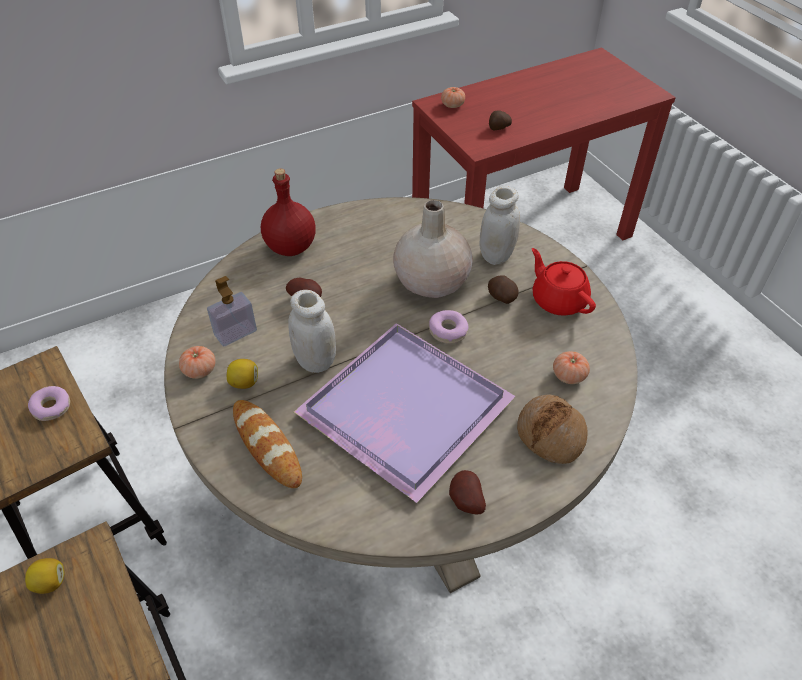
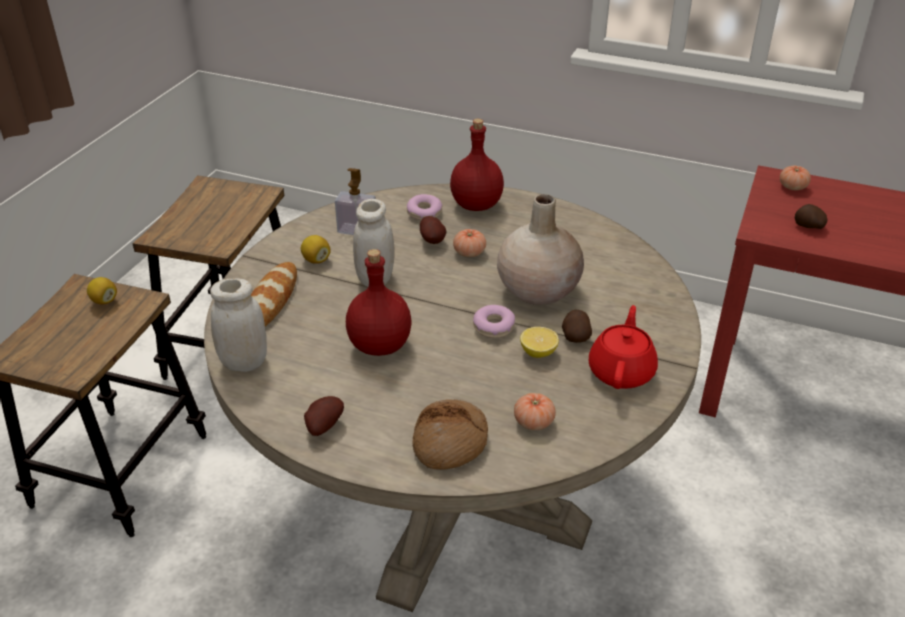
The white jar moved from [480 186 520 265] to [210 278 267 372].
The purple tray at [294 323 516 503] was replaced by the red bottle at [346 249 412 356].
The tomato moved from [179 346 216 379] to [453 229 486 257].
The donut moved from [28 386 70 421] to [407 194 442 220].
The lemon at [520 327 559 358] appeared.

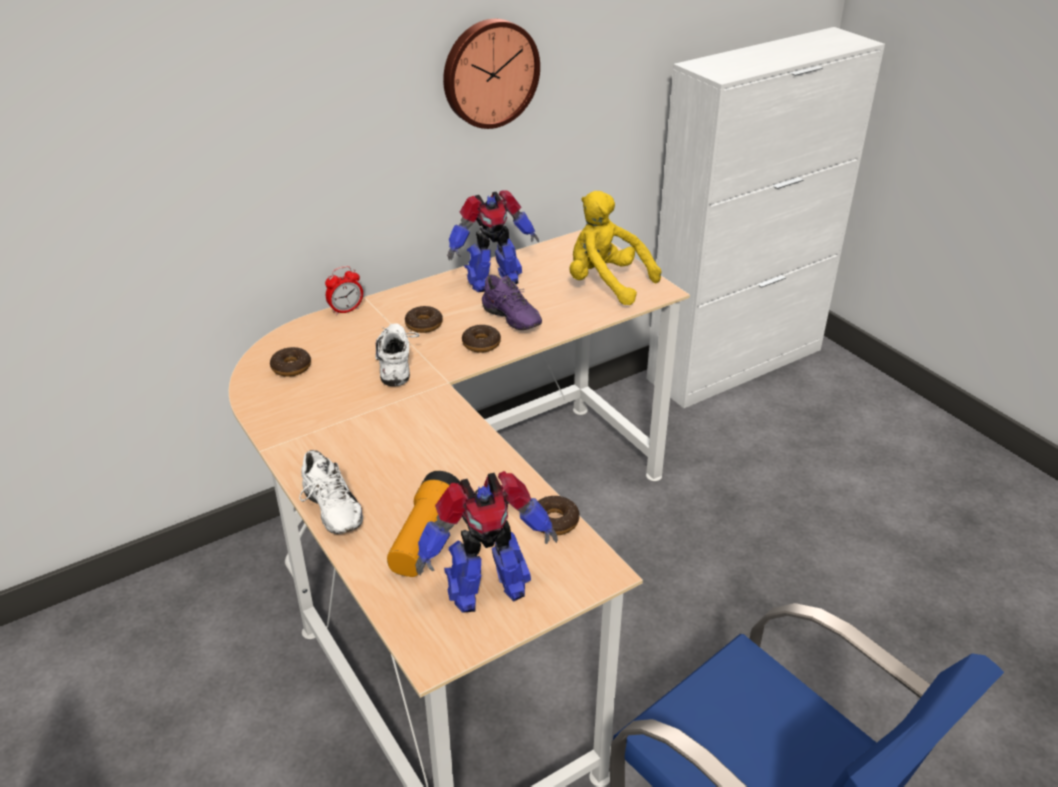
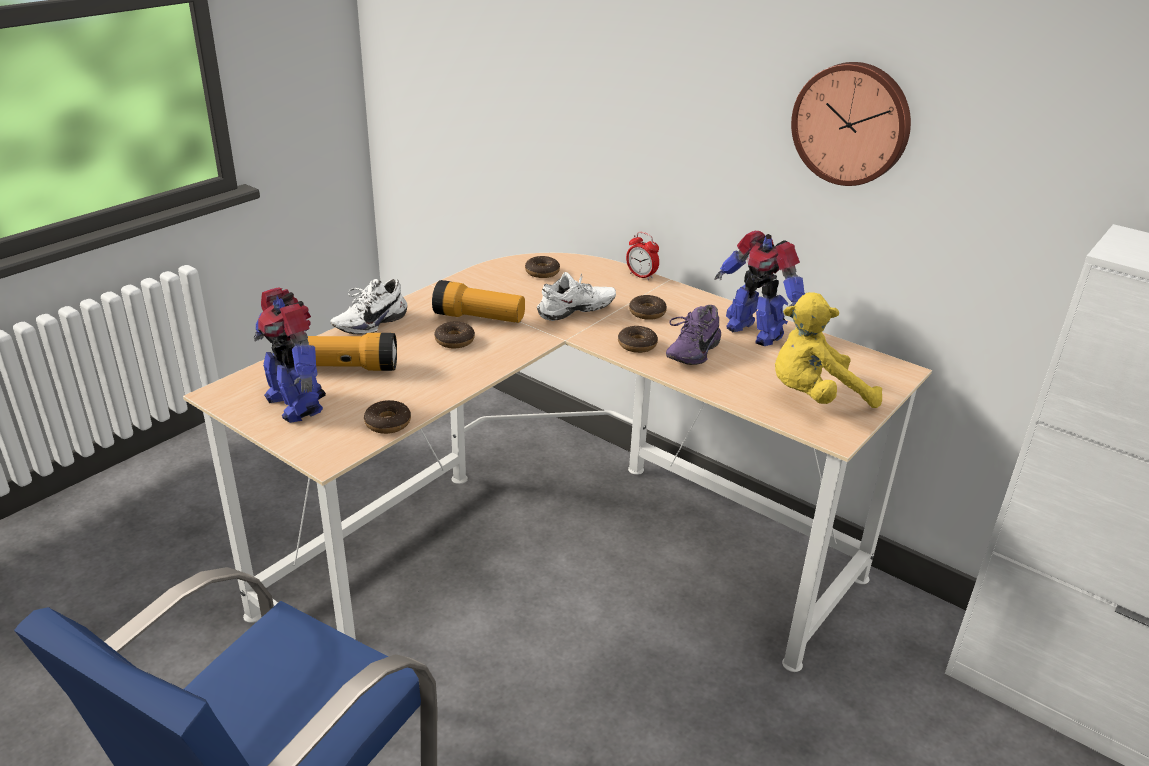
The yellow plush toy at [569 191 661 305] turned 120 degrees counterclockwise.
The flashlight at [432 280 525 323] appeared.
The donut at [434 321 475 348] appeared.

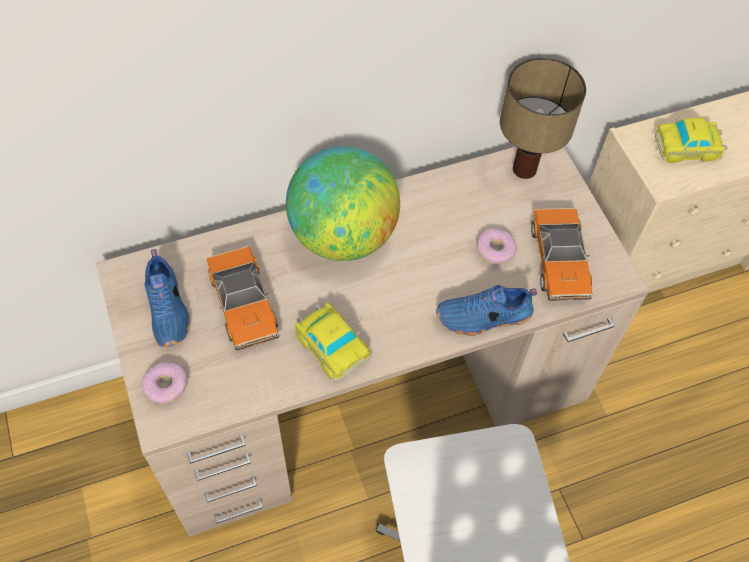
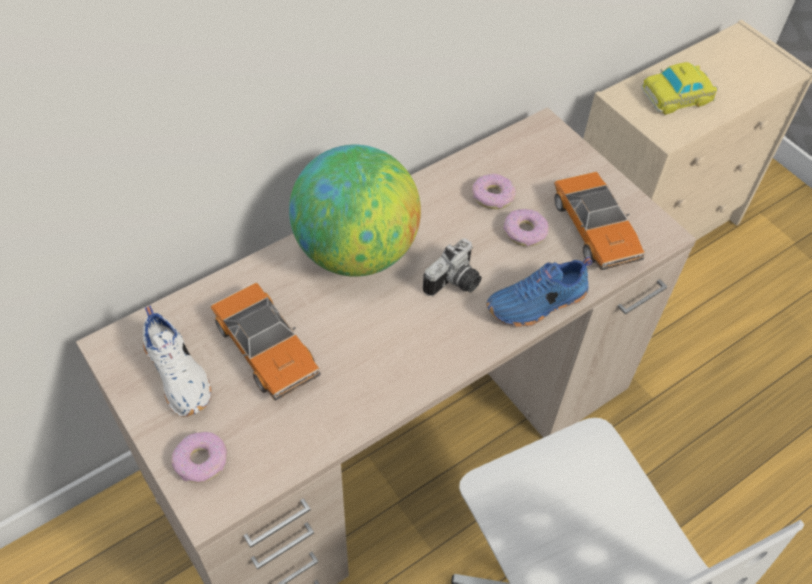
The table lamp at [500 57 586 179] disappeared.
The blue shoe at [145 249 190 347] became the white shoe at [143 306 211 417].
The toy car at [294 303 371 381] disappeared.
The donut at [472 174 516 209] appeared.
The photo camera at [423 239 482 296] appeared.

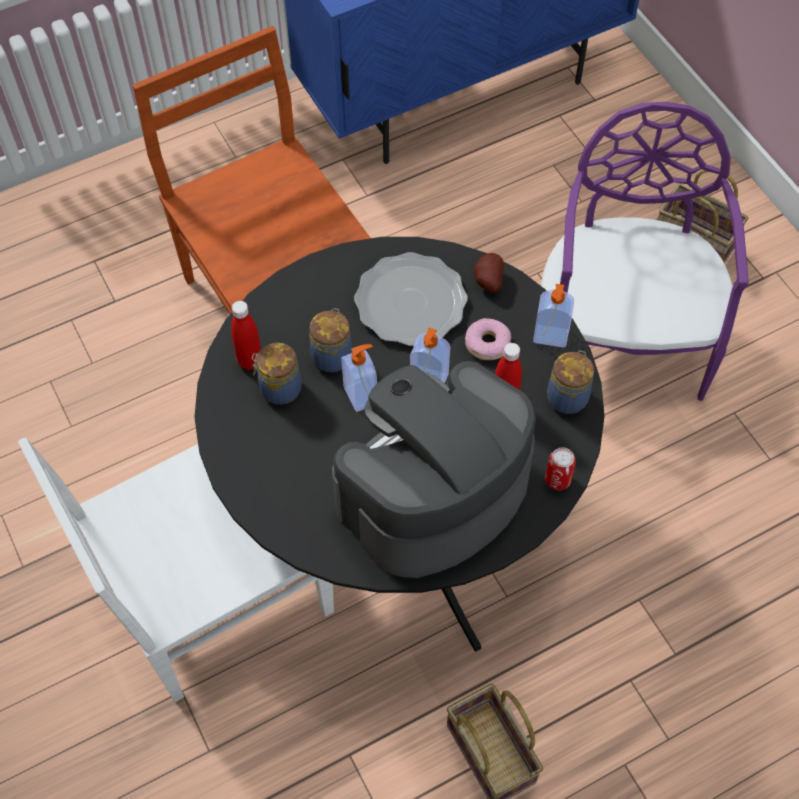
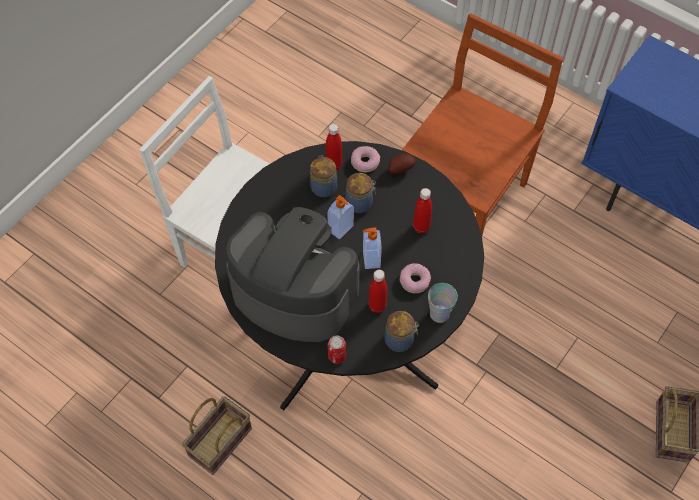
The purple chair at [541 102 749 401] disappeared.
The plate at [354 252 468 346] was replaced by the red bottle at [413 188 432 233].
The potato moved from [474 253 504 293] to [389 154 415 174].
The soap dispenser at [533 284 574 347] was replaced by the cup at [428 283 458 323].
The donut at [351 146 380 173] appeared.

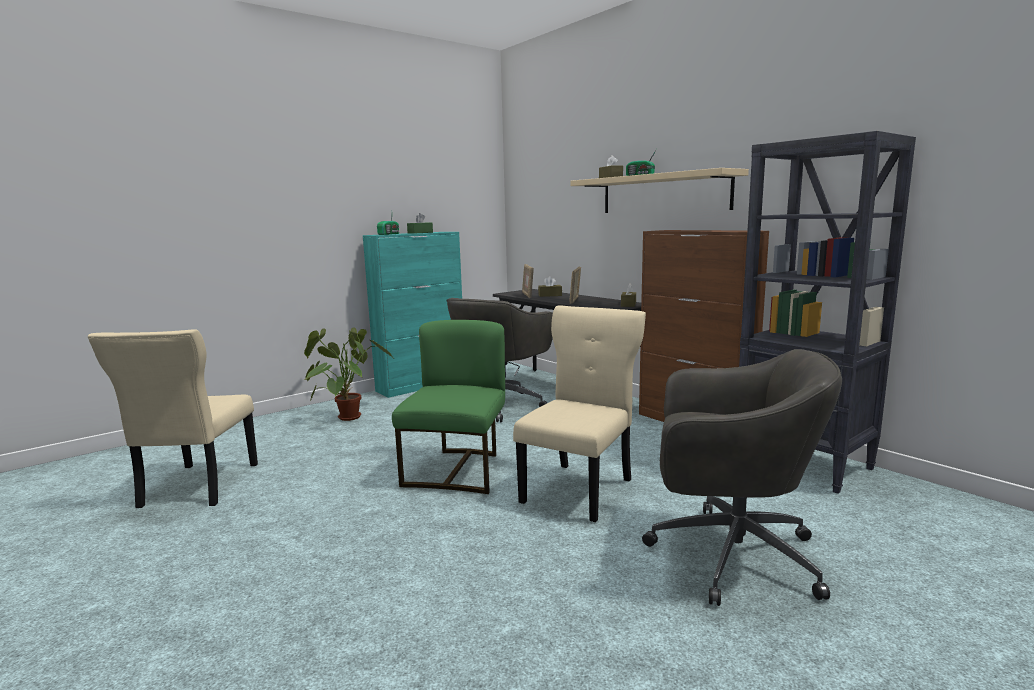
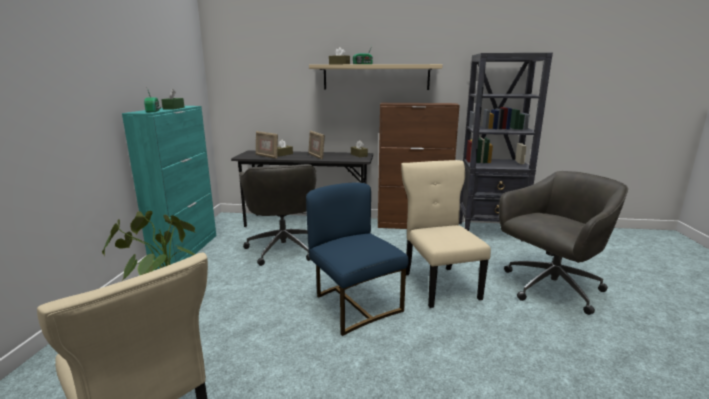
The green chair at [392 320 505 494] became the blue chair at [306 183 409 336].

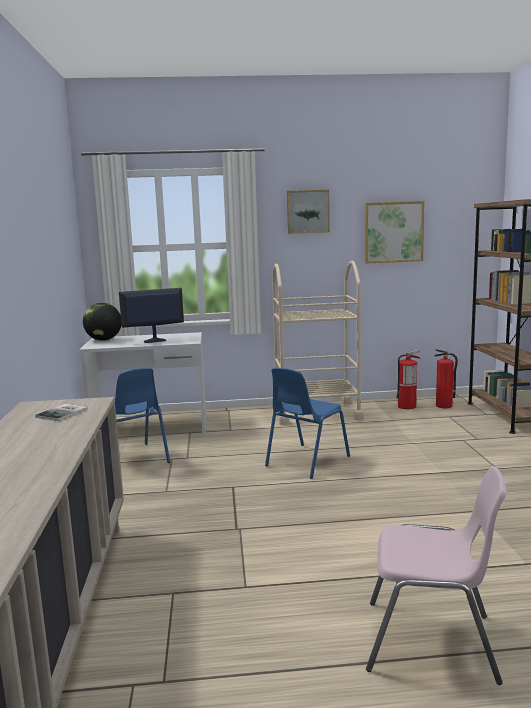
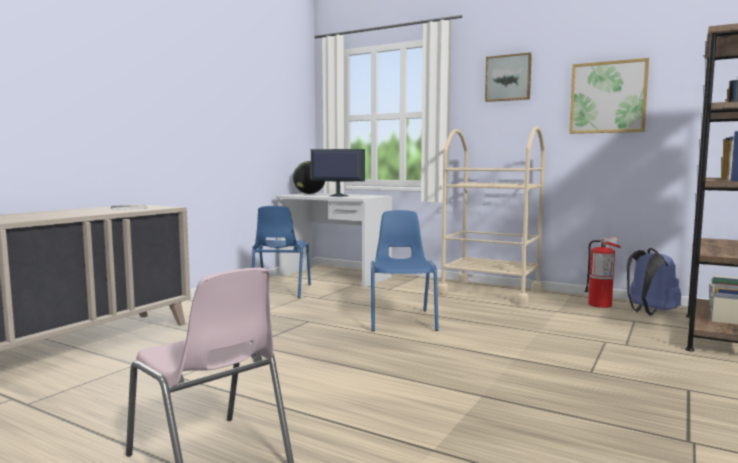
The fire extinguisher at [434 349 458 408] was replaced by the blue backpack at [627 248 681 316].
The blue chair at [265 368 350 479] turned 105 degrees clockwise.

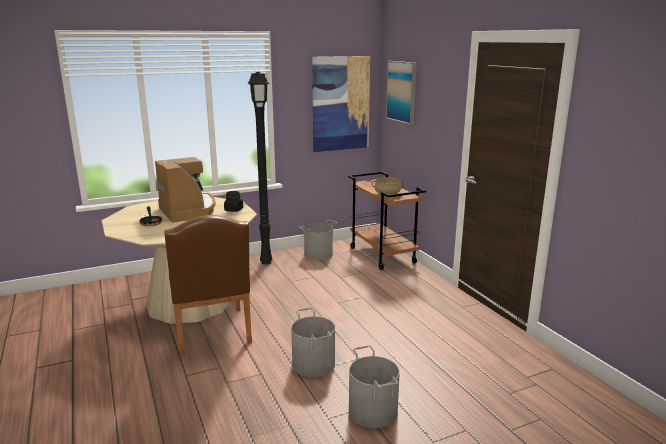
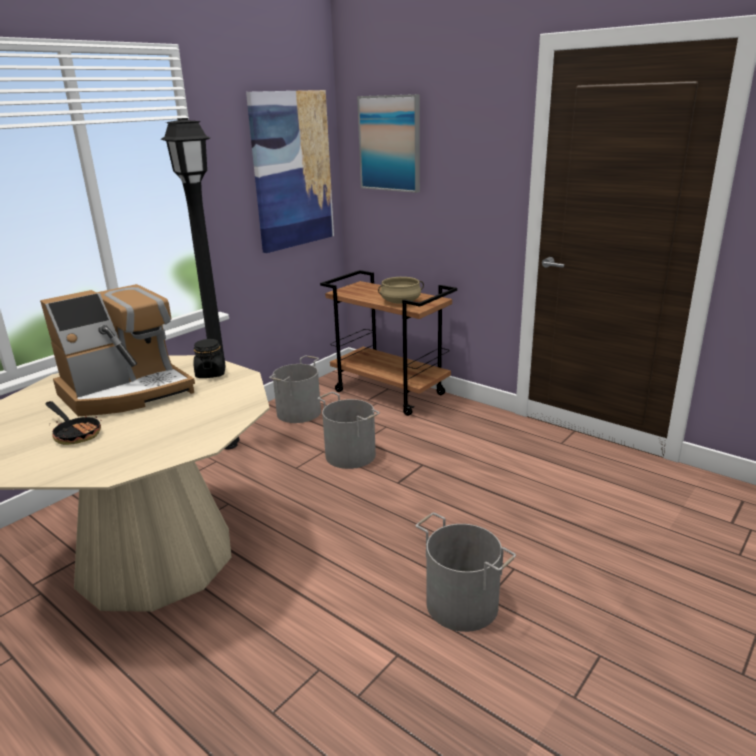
The coffee machine at [155 157 216 223] turned 105 degrees clockwise.
The brown chair at [164 215 252 356] disappeared.
The grey bucket moved from [349 345 400 429] to [317 392 380 469].

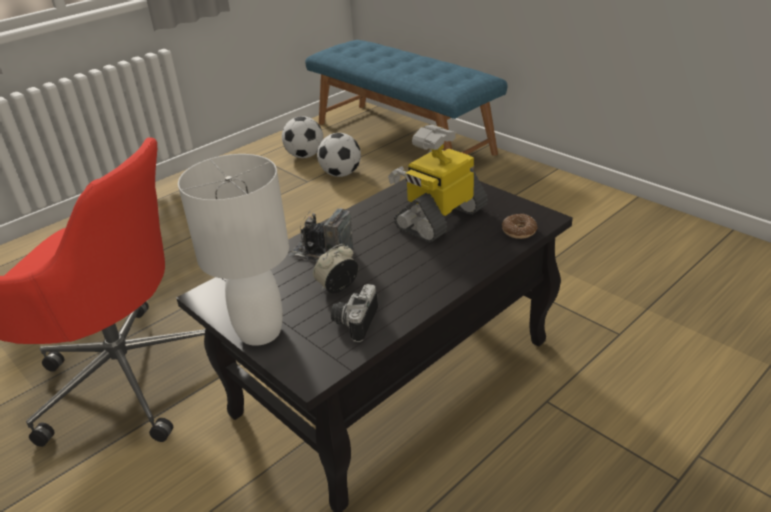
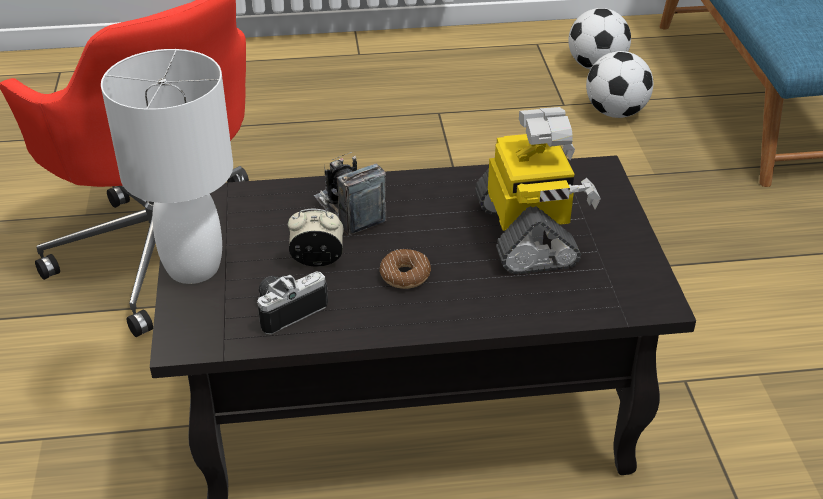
The toy robot at [388 125 488 242] turned 90 degrees clockwise.
The donut moved from [502 214 538 239] to [380 249 431 289].

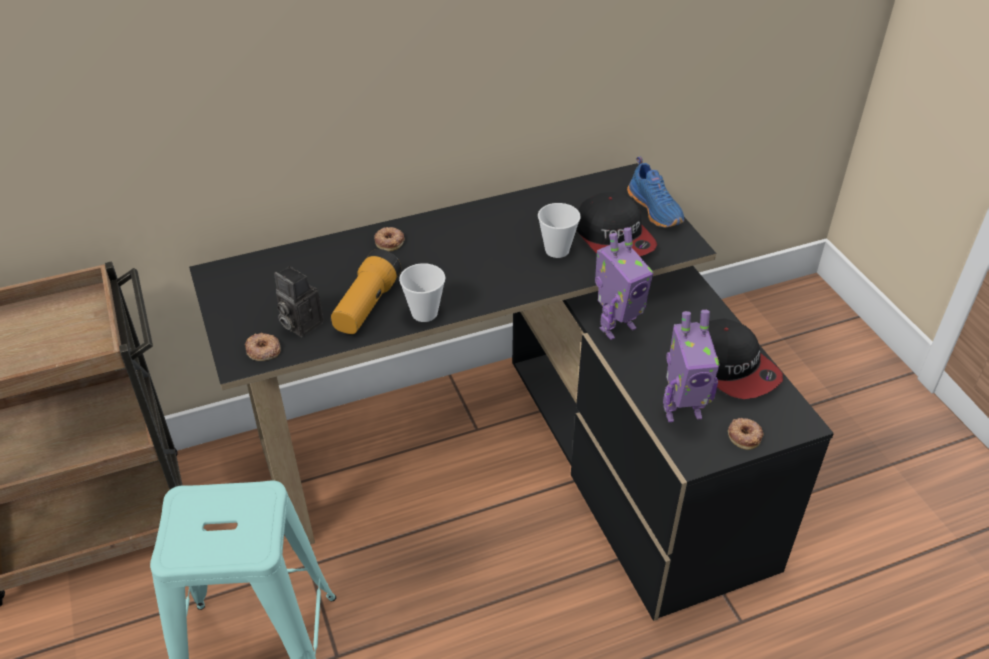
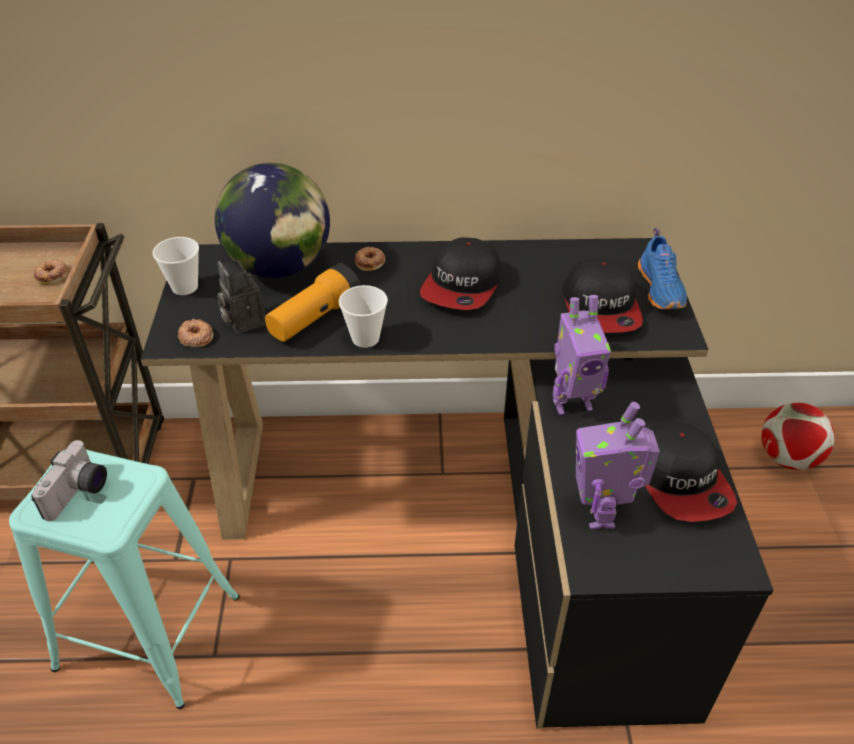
The cup moved from [538 203 581 258] to [153 237 199 295].
The toy robot at [663 310 720 422] turned 75 degrees clockwise.
The donut moved from [728 418 764 450] to [34 259 68 285].
The globe at [215 163 330 278] appeared.
The cap at [420 237 501 310] appeared.
The football at [762 403 834 470] appeared.
The photo camera at [31 440 107 522] appeared.

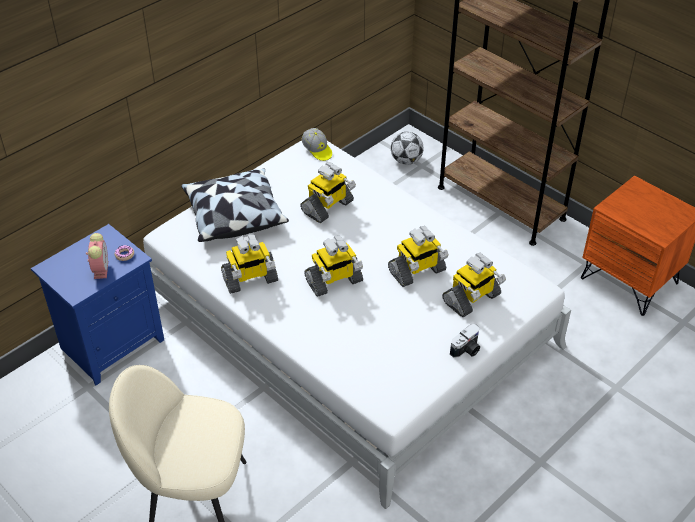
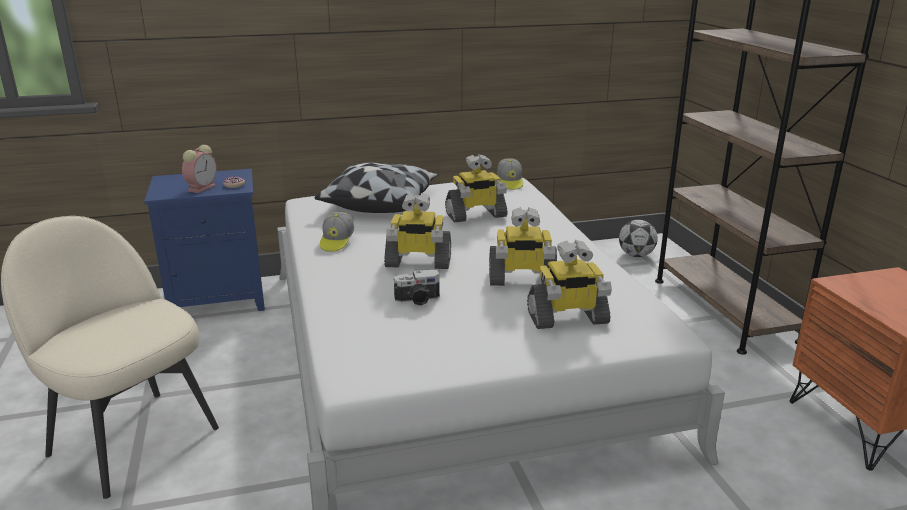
The toy robot at [221 234 278 294] was replaced by the cap at [320 212 354 252].
The photo camera moved from [450 324 480 358] to [394 269 440 306].

